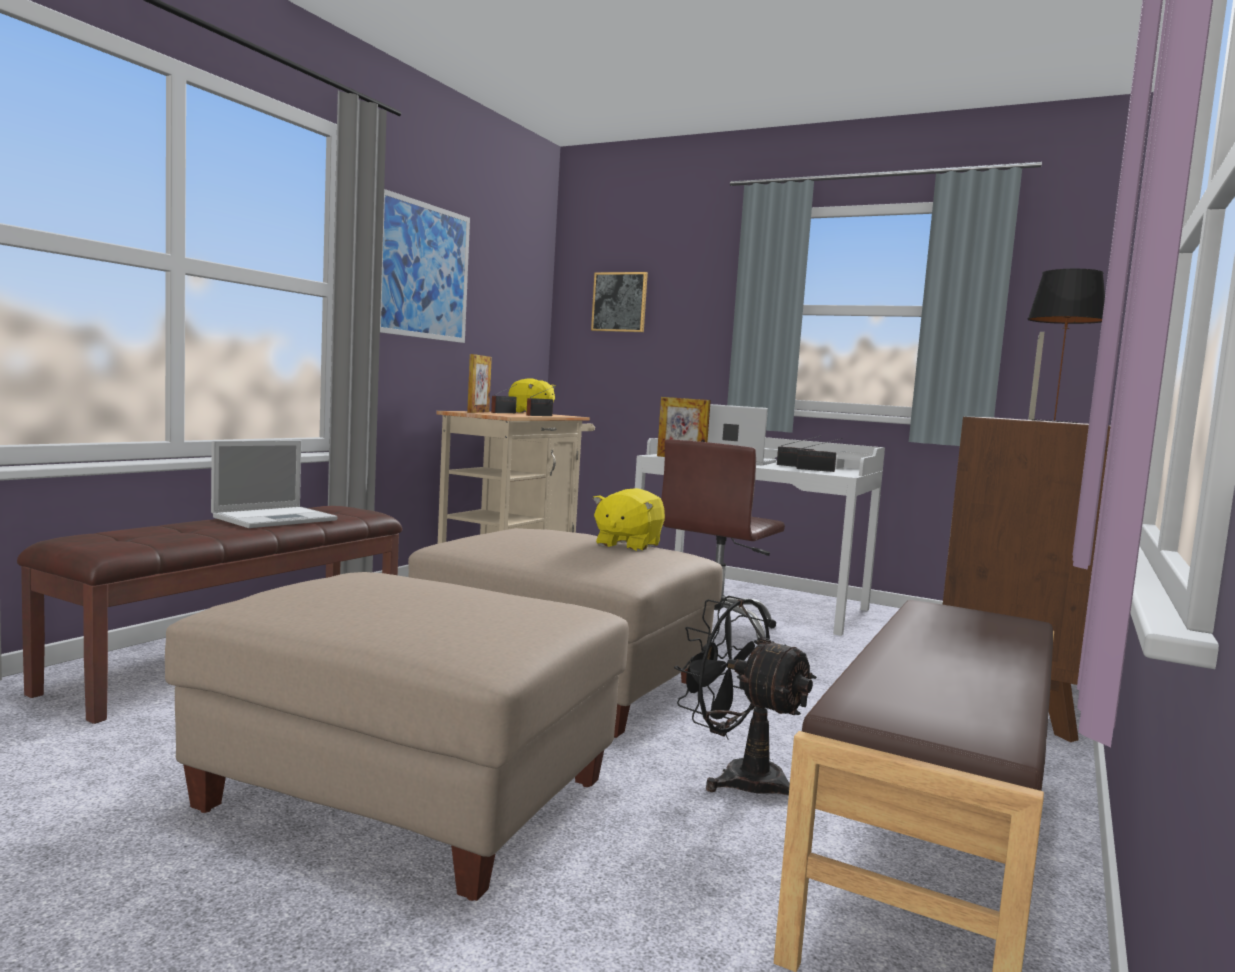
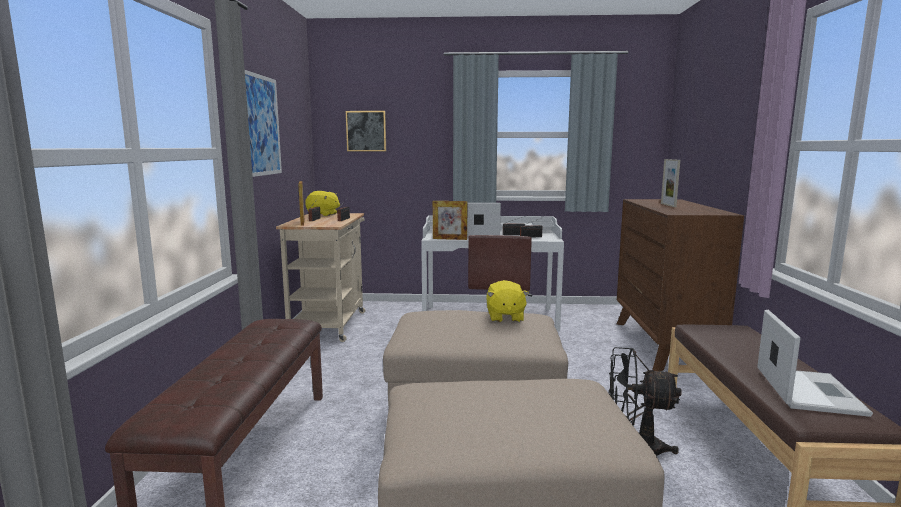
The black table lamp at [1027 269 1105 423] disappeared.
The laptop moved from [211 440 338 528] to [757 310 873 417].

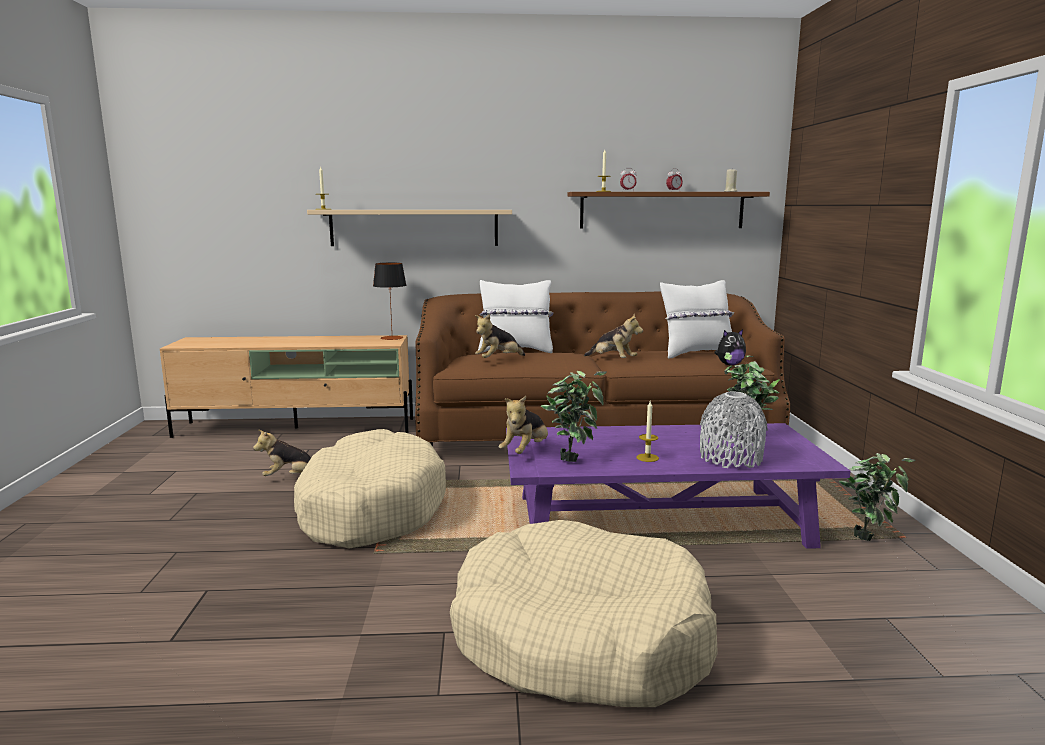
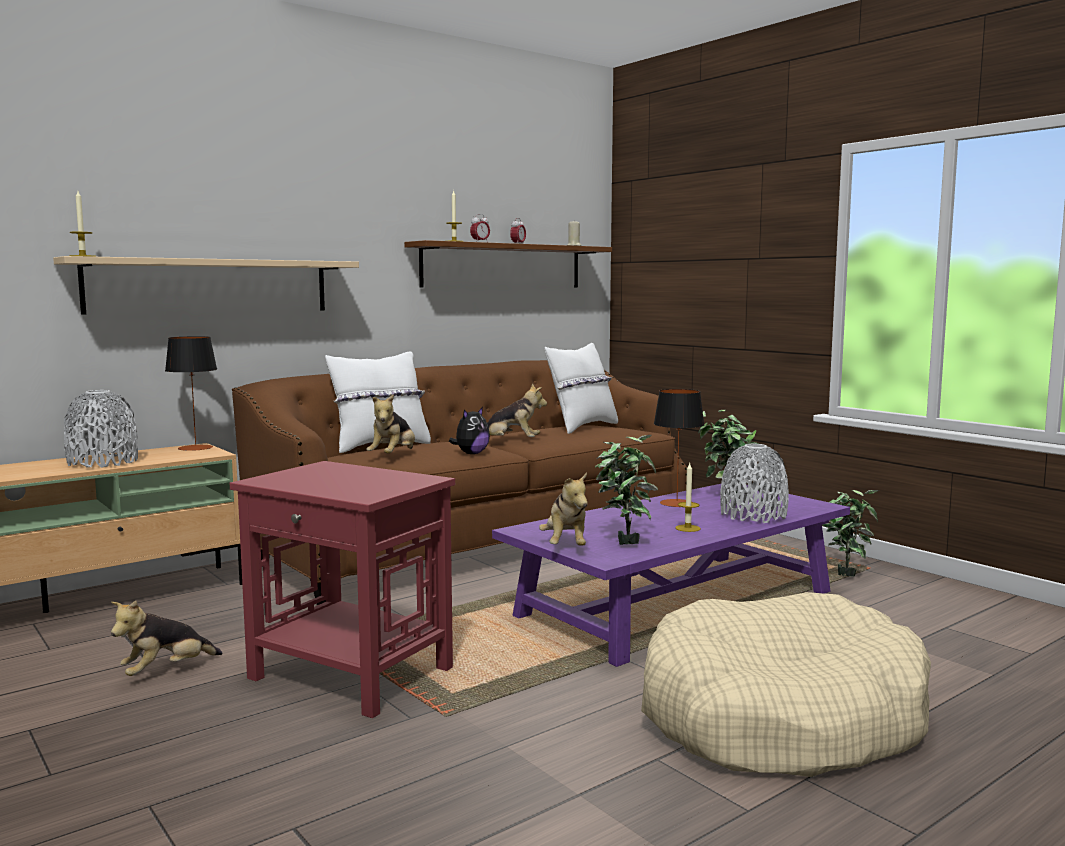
The plush toy moved from [714 329 746 365] to [449 407 490 454].
The beige dog bed at [294 429 446 549] was replaced by the red side table at [230 461 455 718].
The table lamp at [654 389 705 507] appeared.
The grey vase at [64 390 138 468] appeared.

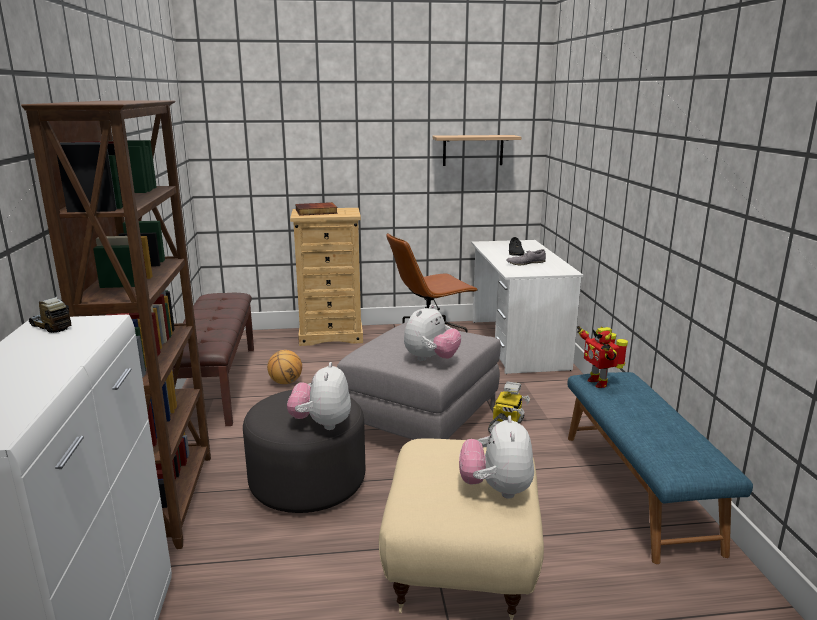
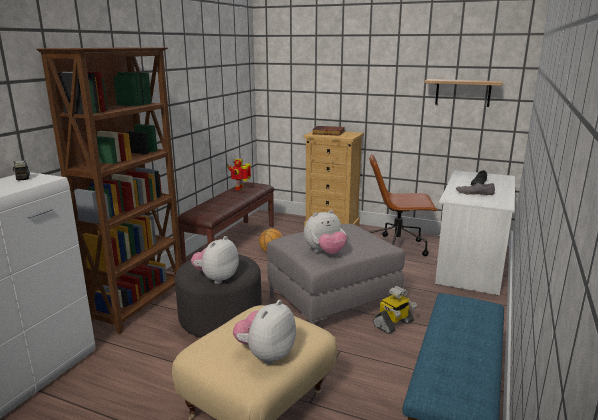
The toy robot moved from [577 326 628 388] to [227 159 251 190].

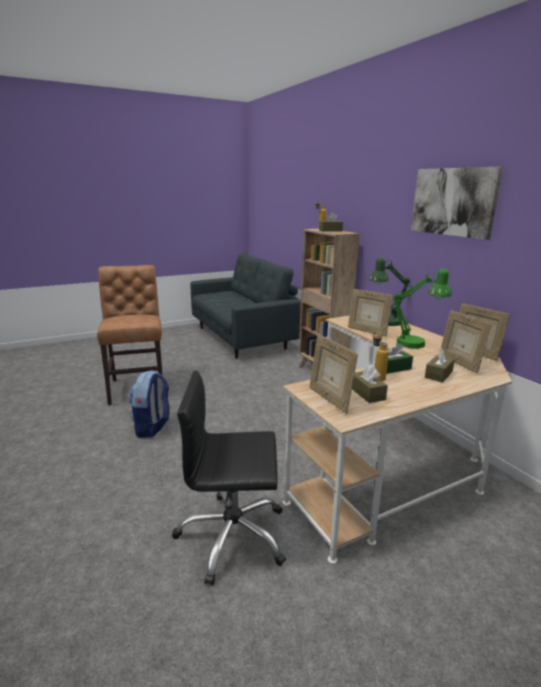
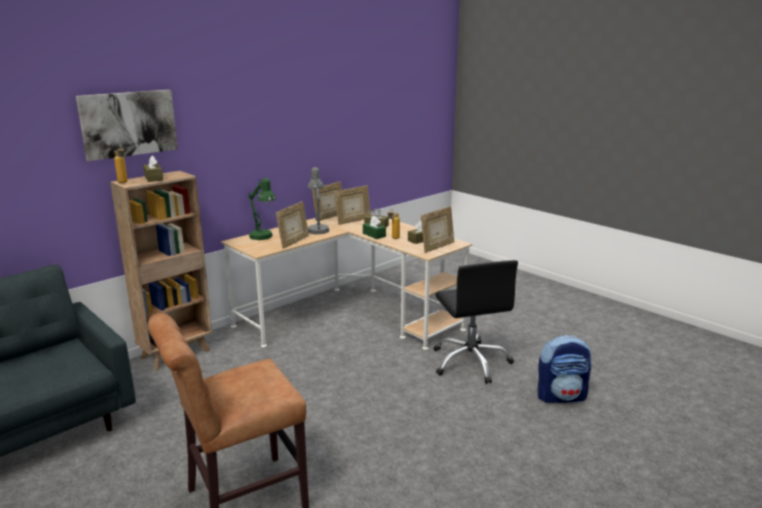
The picture moved from [411 167 503 240] to [76 90 178 161].
The green table lamp at [393 269 452 349] became the grey table lamp at [307 167 329 234].
The backpack moved from [129 370 170 438] to [537 335 592 403].

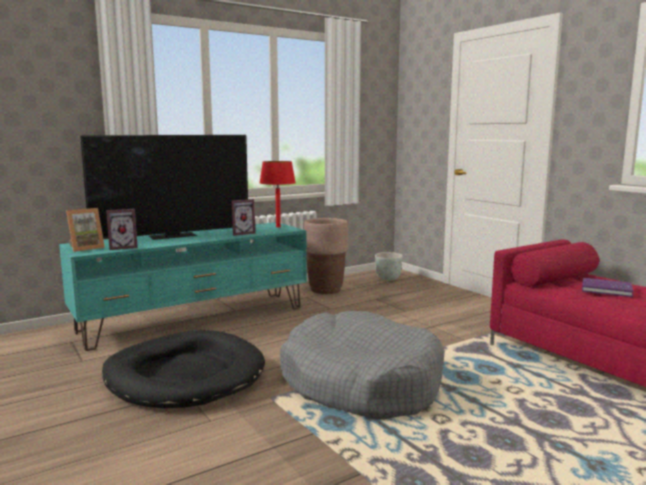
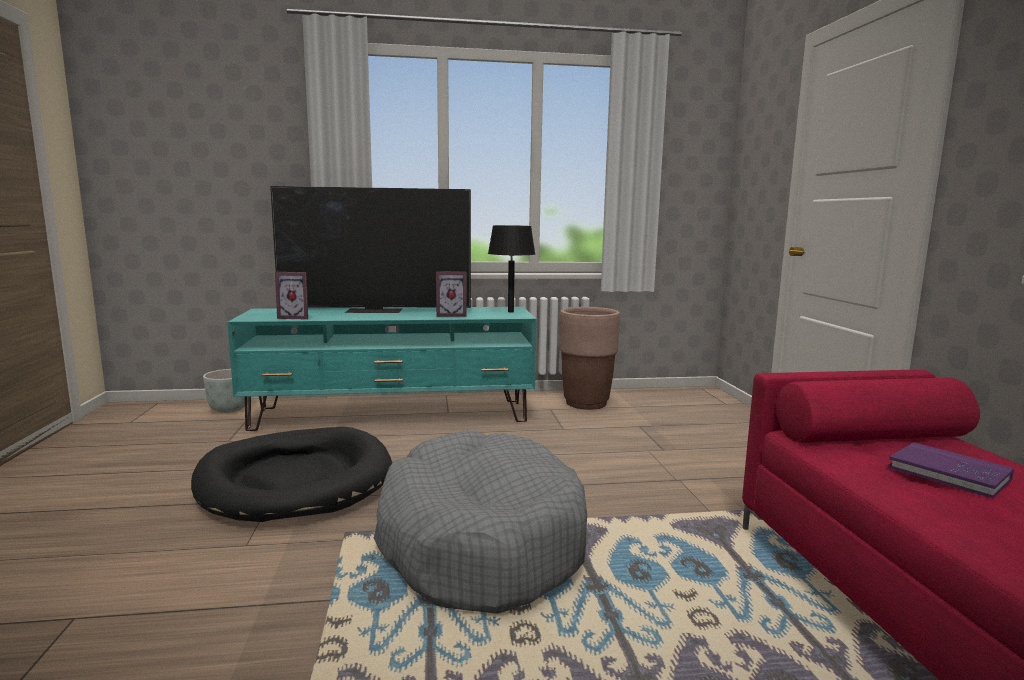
The red table lamp at [260 161 296 227] became the black table lamp at [488 225 535 312].
The picture frame at [66 208 105 252] disappeared.
The grey planter moved from [375 252 402 280] to [203 369 249 413].

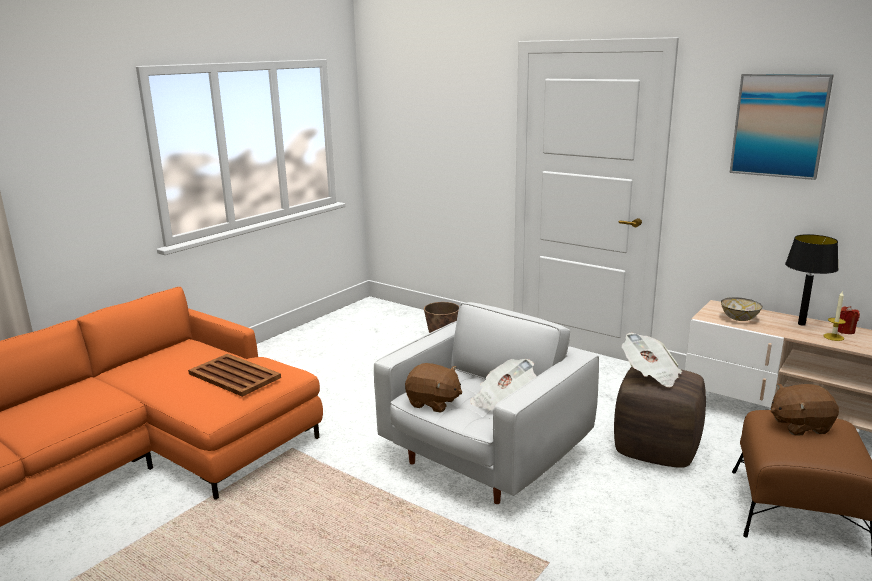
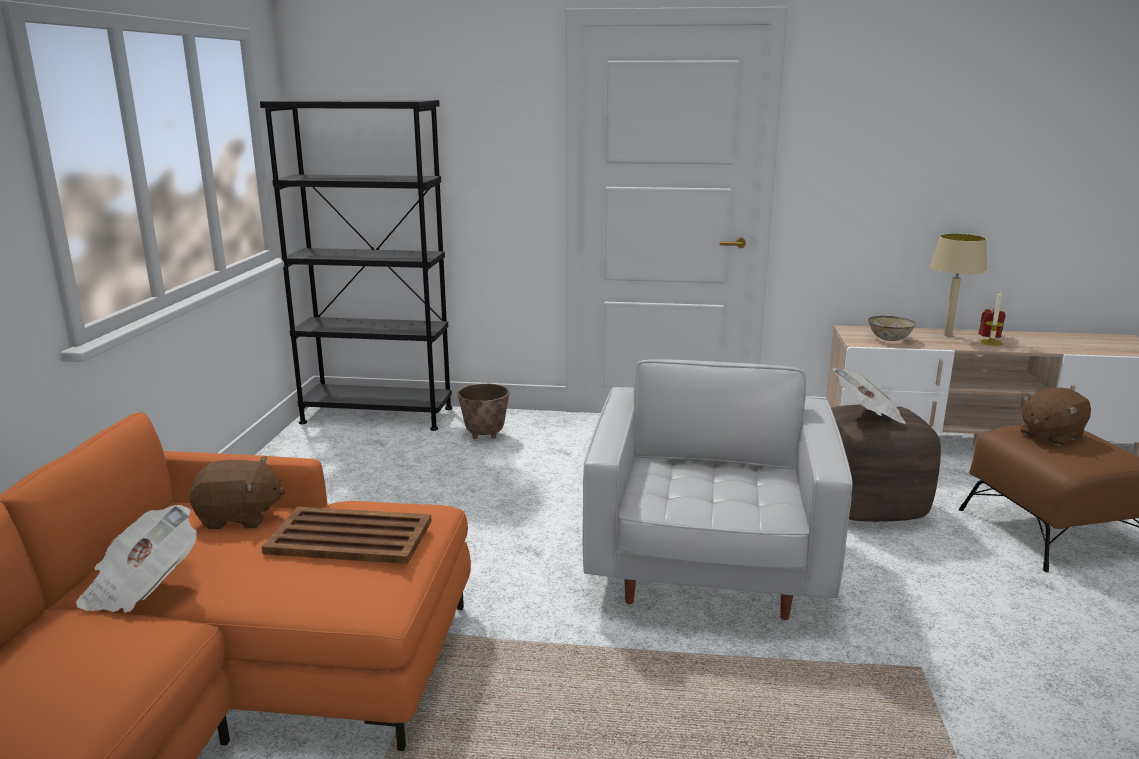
The picture at [730 74 834 180] disappeared.
The black table lamp at [785 234 839 326] became the beige table lamp at [930 234 987 337].
The newspaper moved from [470 359 537 410] to [76 505 197 613].
The brown plush toy moved from [405 363 462 413] to [190 456 286 529].
The black bookcase at [260 100 453 431] appeared.

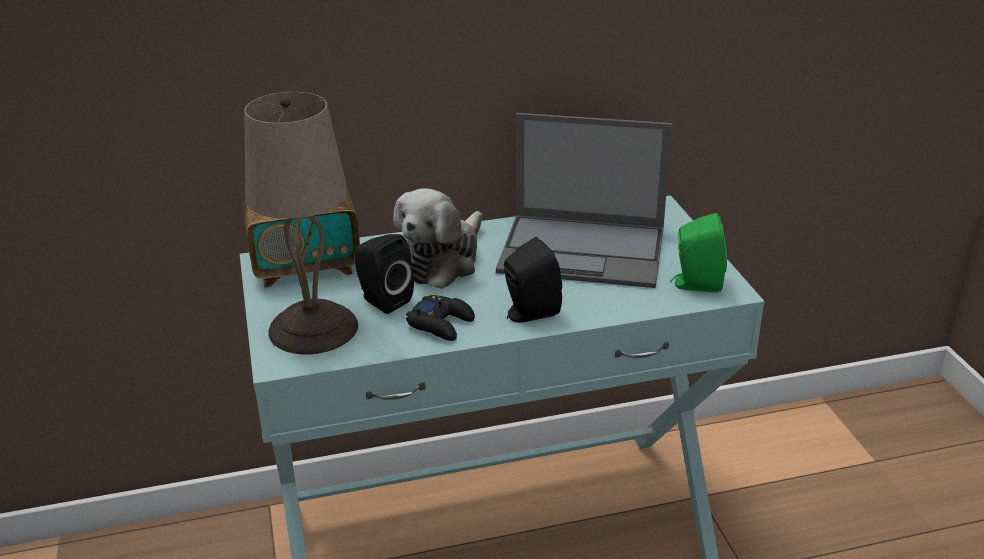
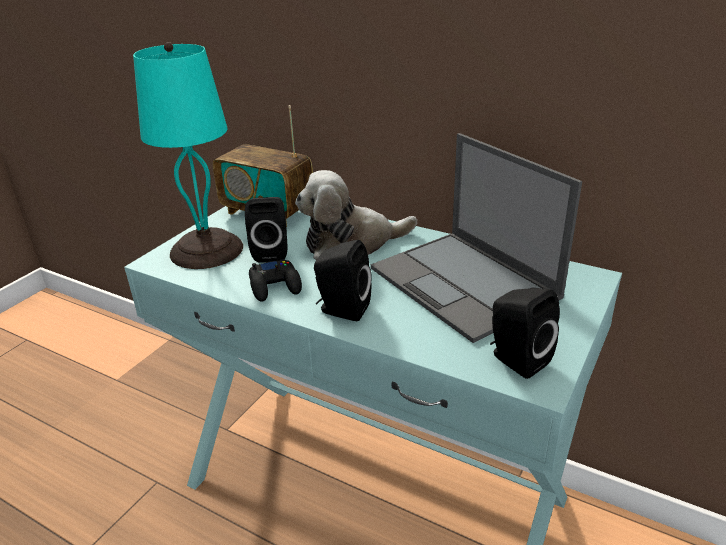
The beige table lamp at [244 92 358 354] became the turquoise table lamp at [133 42 243 269].
The green speaker at [670 213 727 293] became the black speaker at [490 288 560 379].

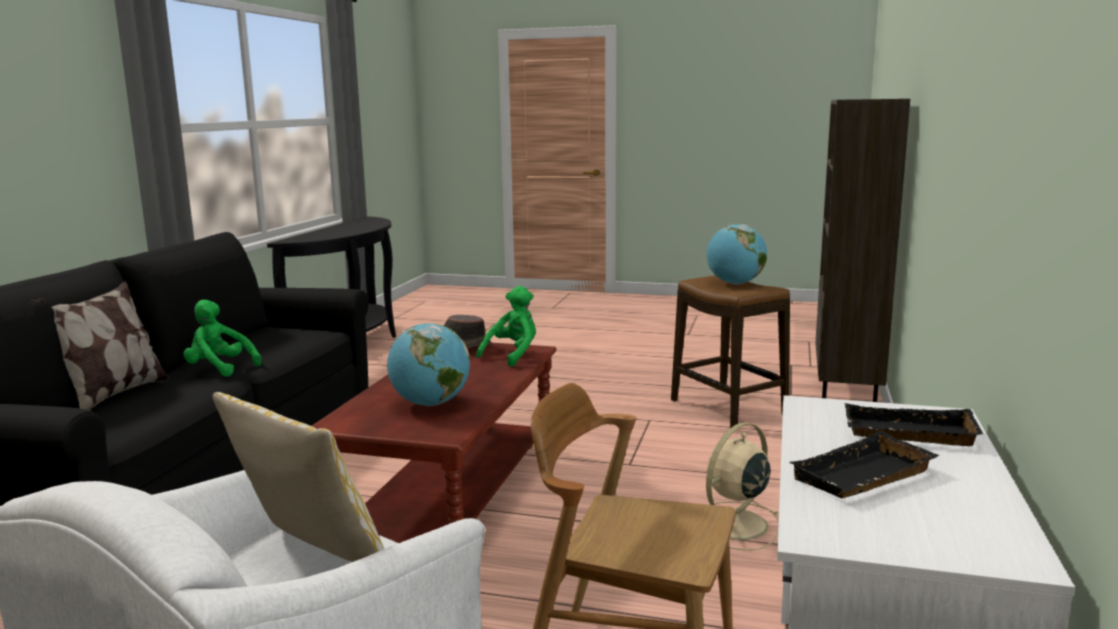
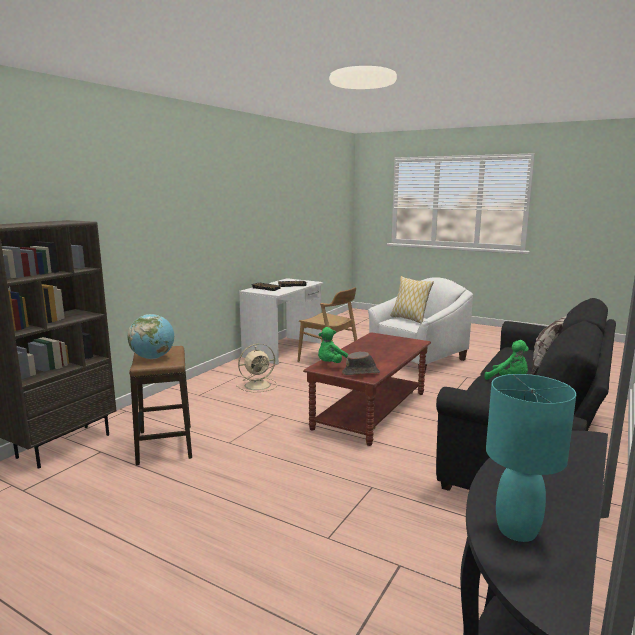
The globe at [387 323 470 406] disappeared.
The turquoise table lamp at [486 374 576 542] appeared.

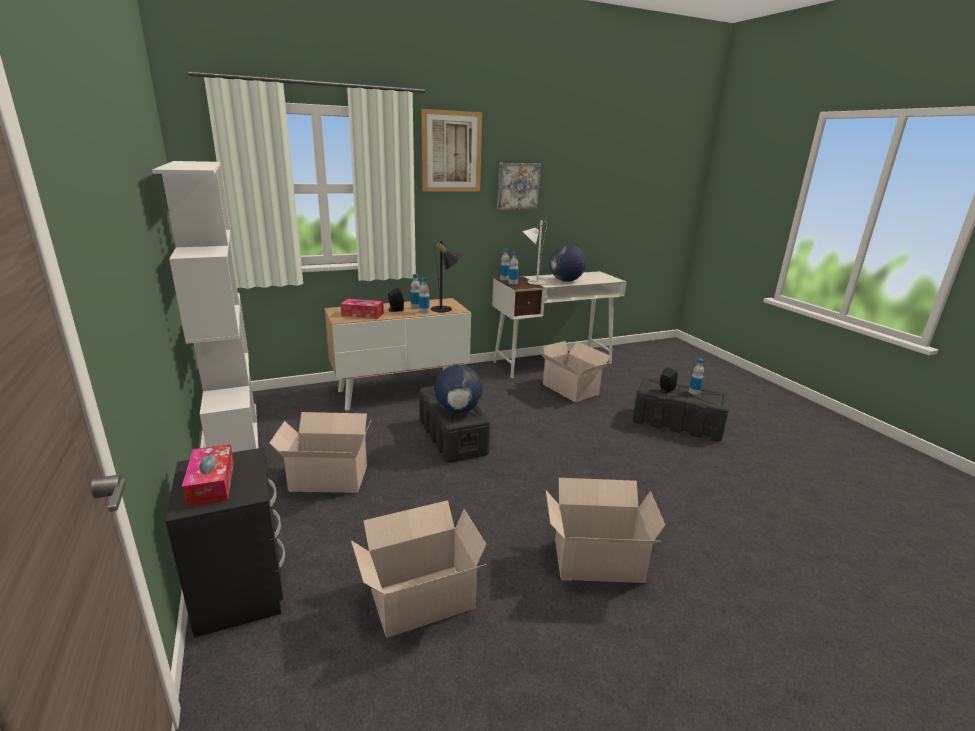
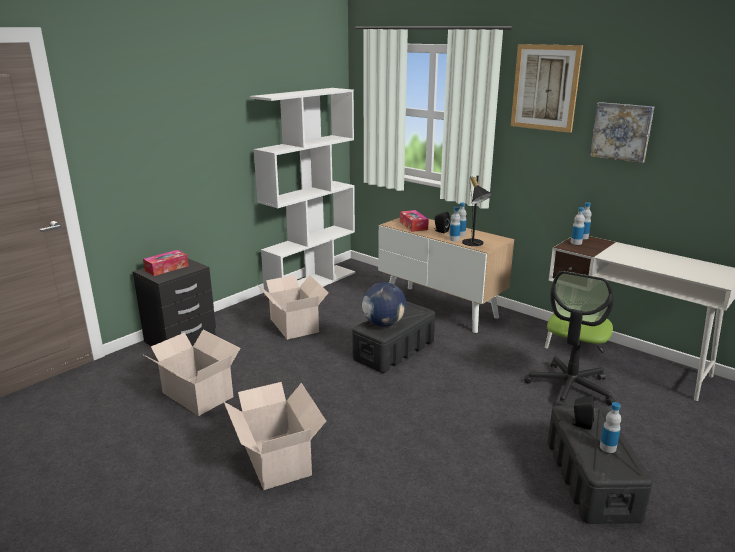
The white table lamp at [522 220 547 285] disappeared.
The globe at [550 245 586 282] disappeared.
The cardboard box at [538 341 611 402] was replaced by the office chair at [524 271 615 406].

